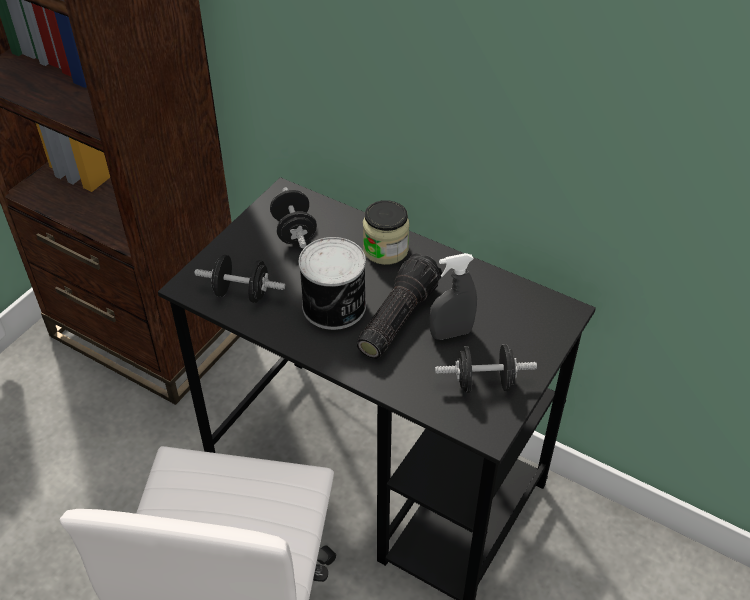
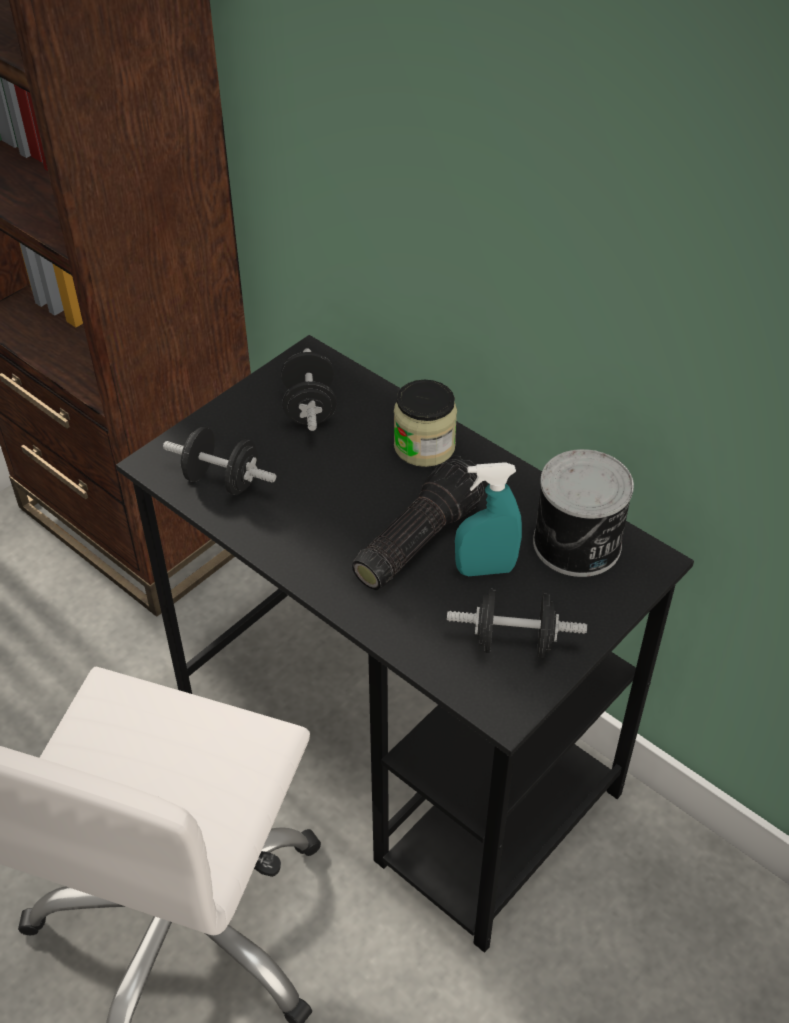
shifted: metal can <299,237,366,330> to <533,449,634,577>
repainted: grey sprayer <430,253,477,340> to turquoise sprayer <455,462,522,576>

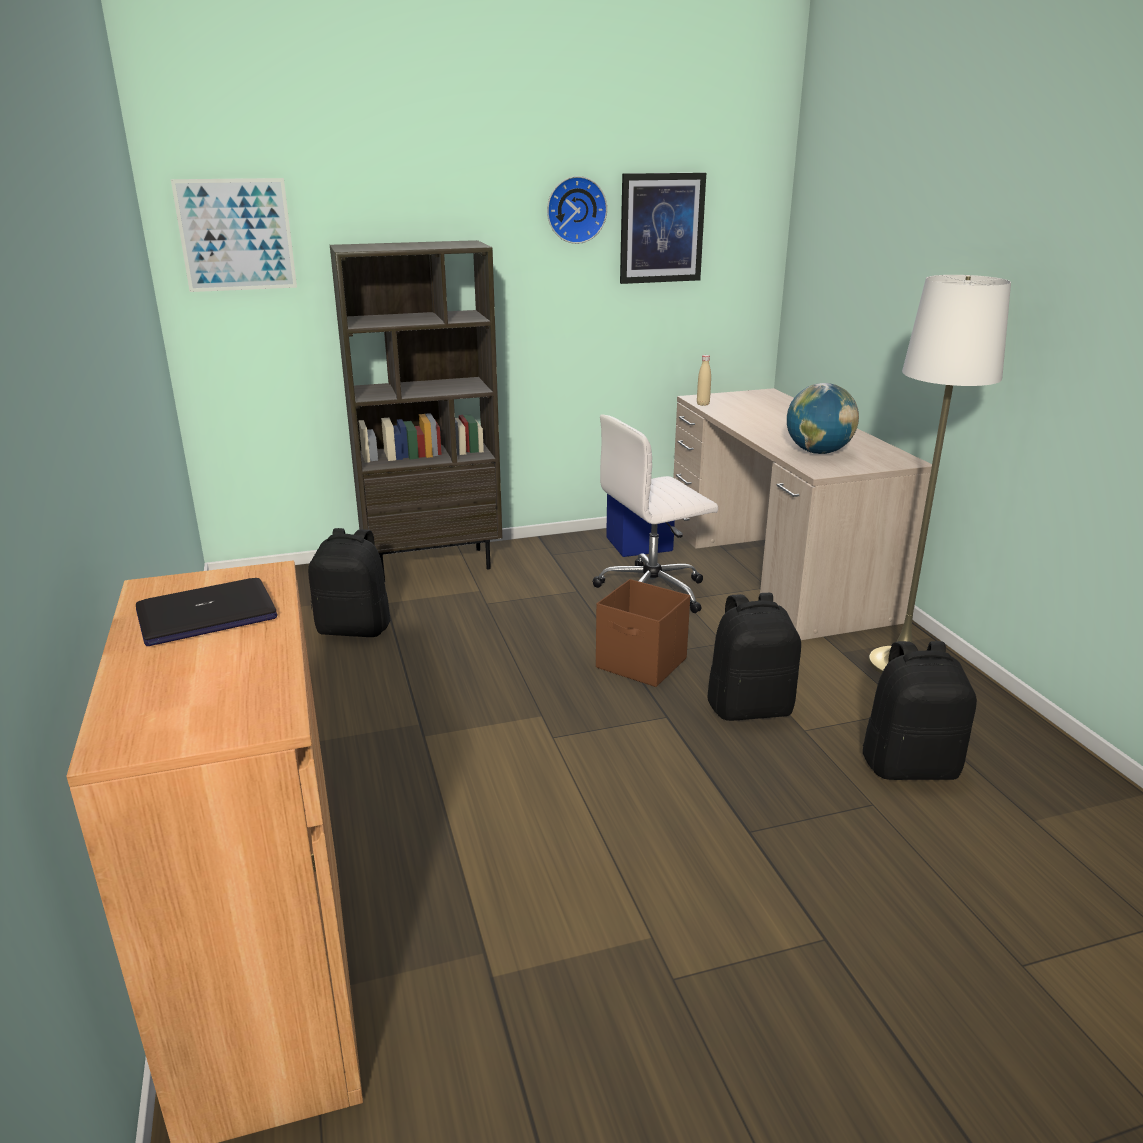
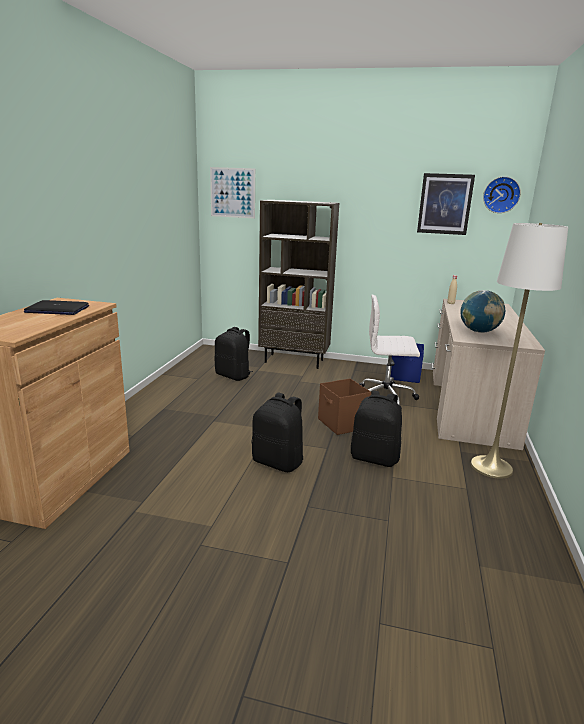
shifted: clock on the wall <547,176,607,244> to <483,176,521,213>; blackish knapsack <863,641,977,780> to <251,393,303,472>

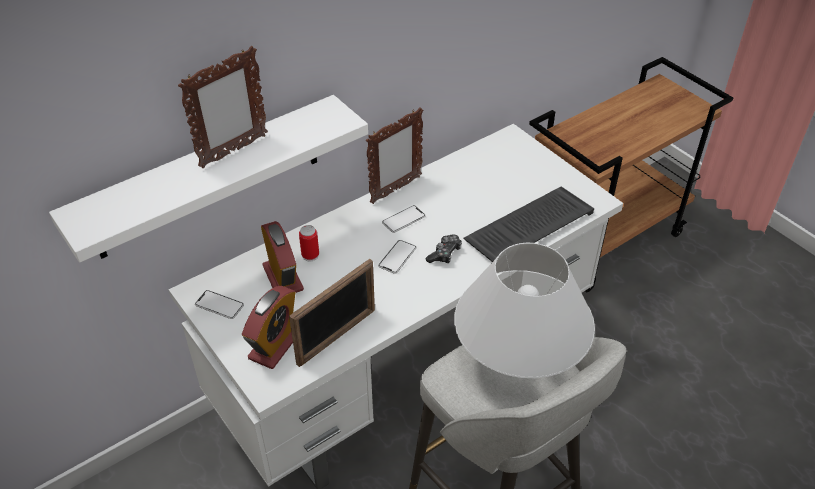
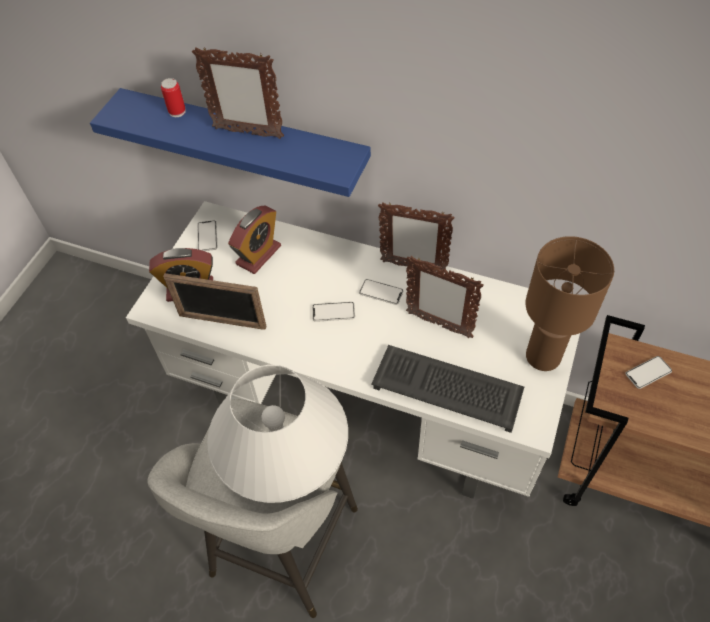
gone: joypad <426,234,462,263>
new: photo frame <406,256,484,338>; brownish lamp for a table <525,236,614,371>; handset <625,356,672,389>
shifted: metal can <299,225,319,261> to <161,78,186,117>
repainted: white-coloured shelf <49,95,368,263> to bluish shelf <90,88,371,197>

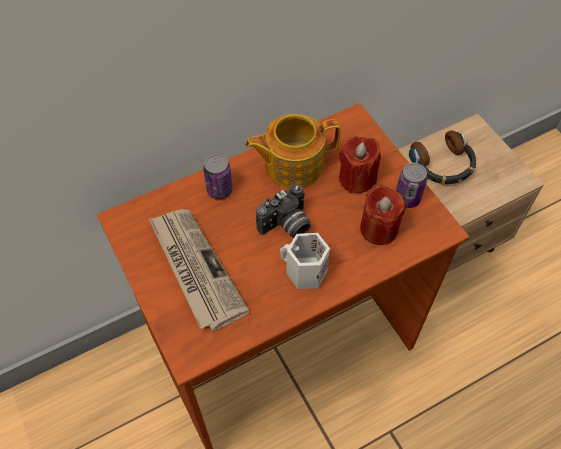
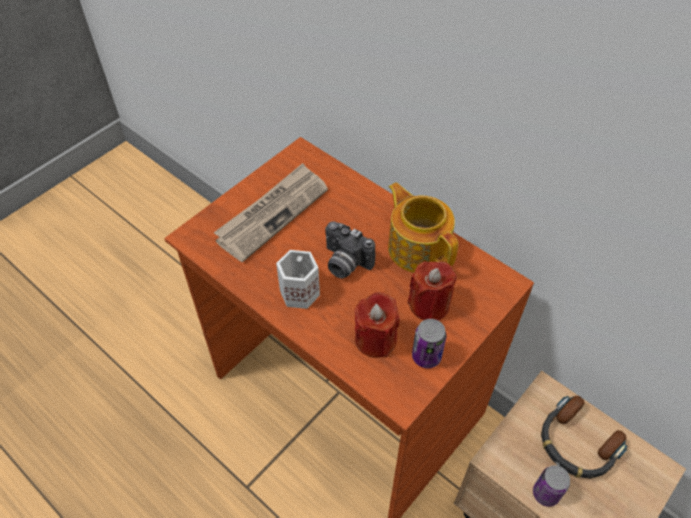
shifted: metal can <203,154,233,199> to <533,465,570,507>

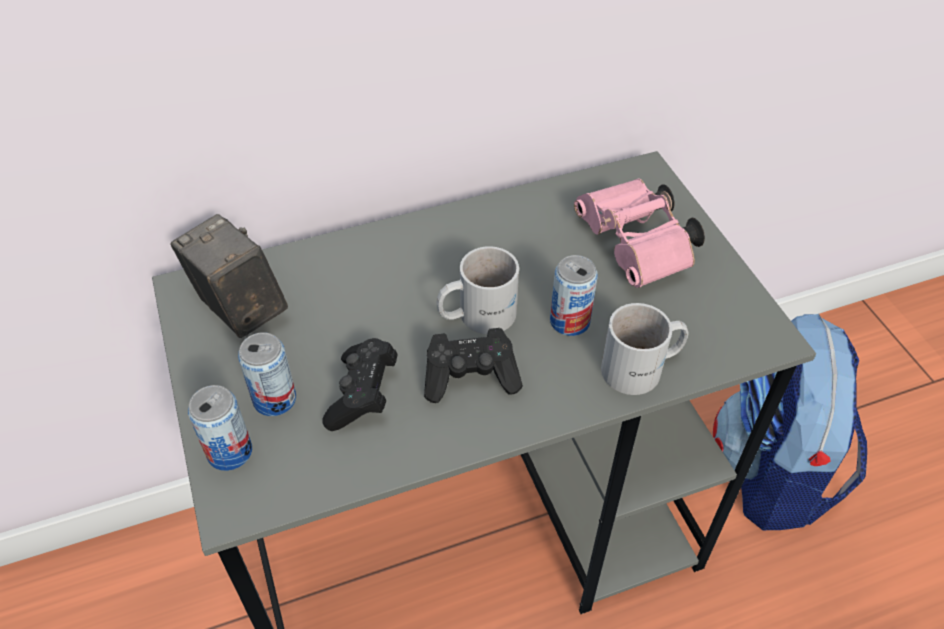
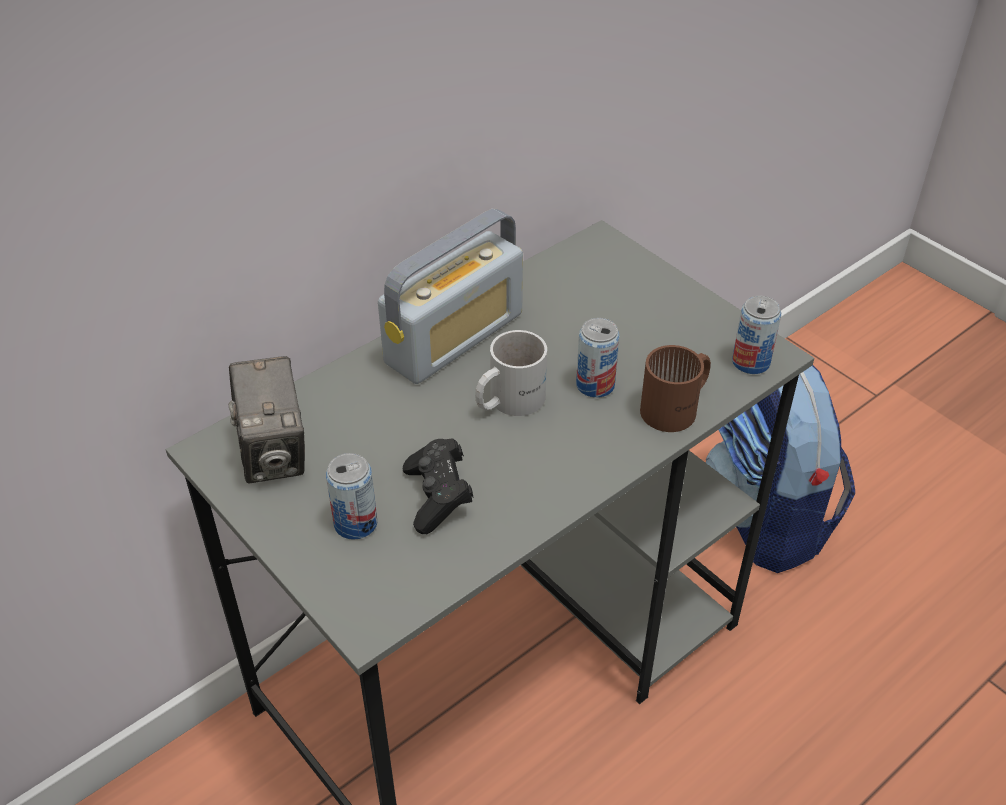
gone: blackish joypad <424,328,523,403>; pink binoculars <574,178,705,288>
new: radio receiver <378,208,523,384>
shifted: metal can <188,385,252,471> to <732,296,781,374>
repainted: white-coloured mug <601,303,689,395> to brownish mug <640,345,711,432>
rotated: still camera <170,214,288,338> = <229,356,305,483> 135 degrees counterclockwise

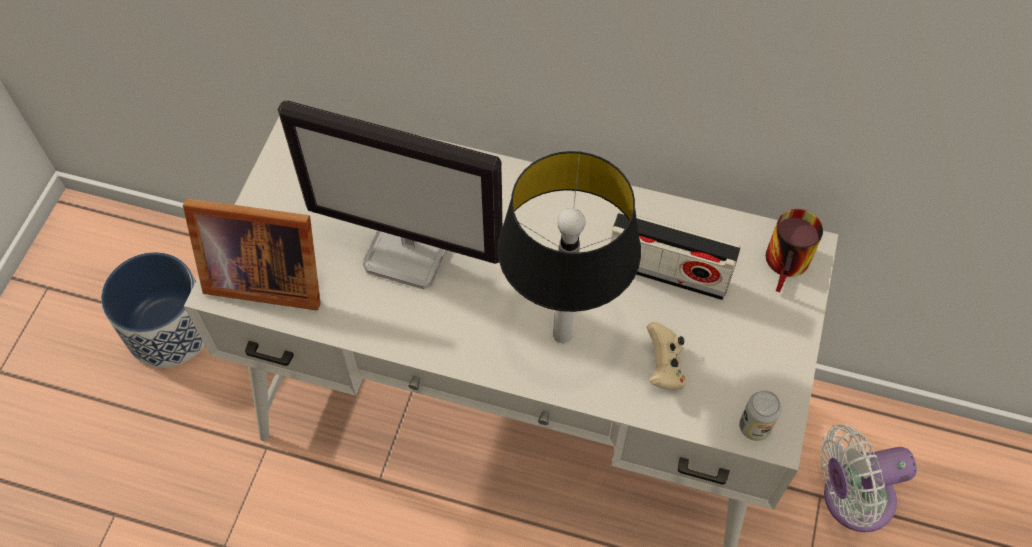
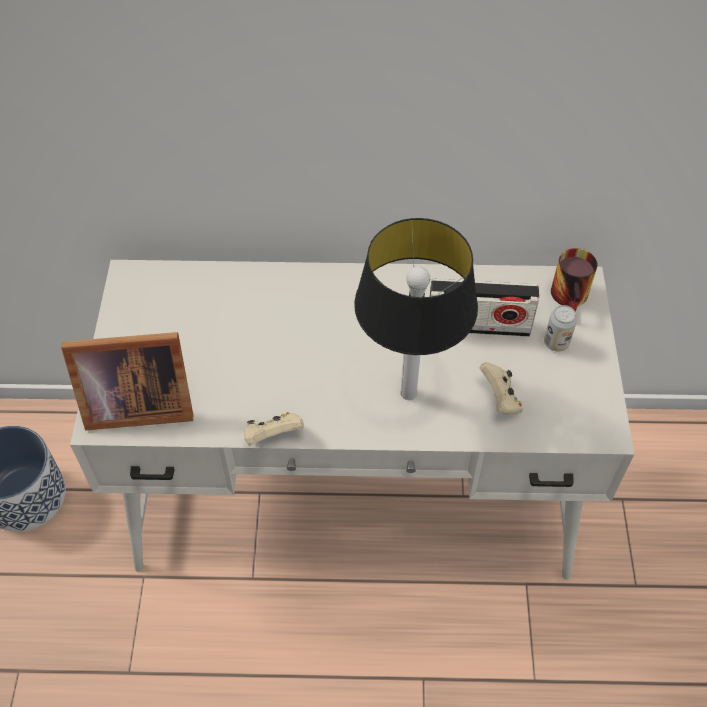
gone: computer screen <278,100,503,289>; white-coloured fan <821,424,917,532>
new: sand-coloured joypad <244,412,304,445>
shifted: metal can <739,391,782,441> to <544,305,577,351>

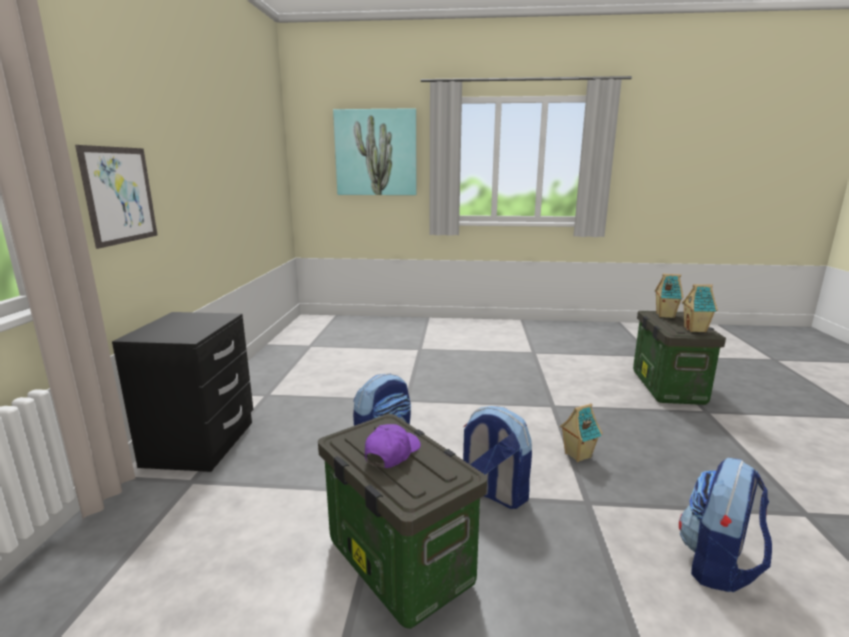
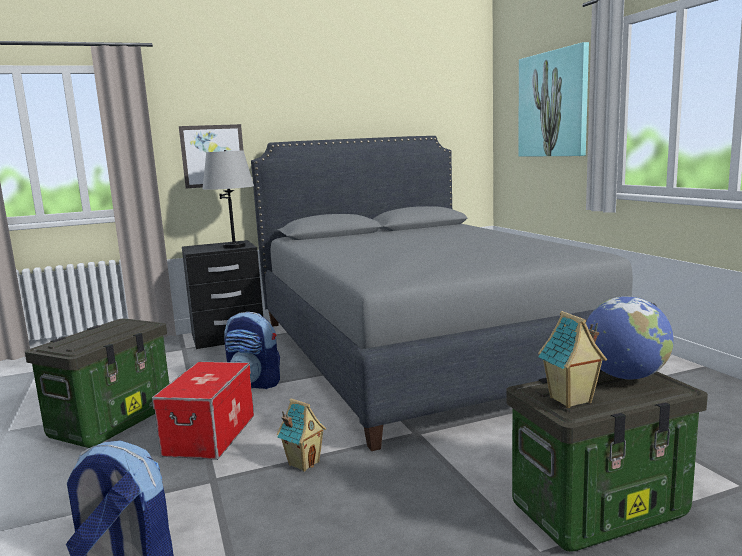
gone: purplish cap <365,424,421,468>
new: grey lamp for a table <203,150,254,249>; grey bed <251,136,657,451>
swapped: knapsack <463,406,532,509> to storage container <152,362,254,460>; miniature house <655,274,683,318> to globe <586,296,674,380>

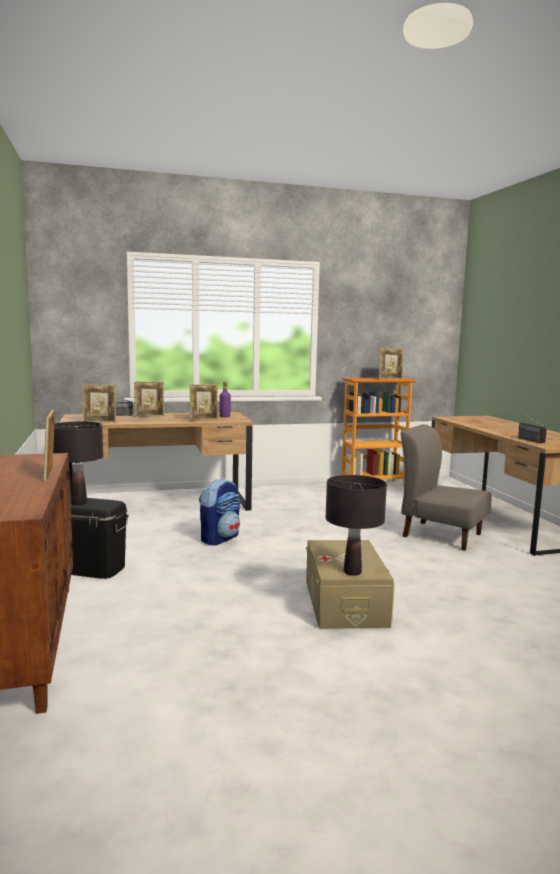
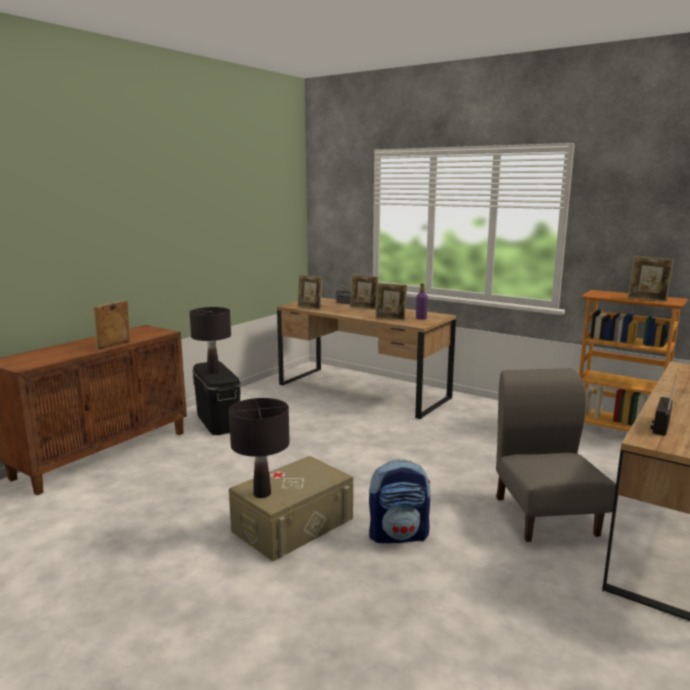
shifted: knapsack <199,478,241,545> to <369,459,430,543>

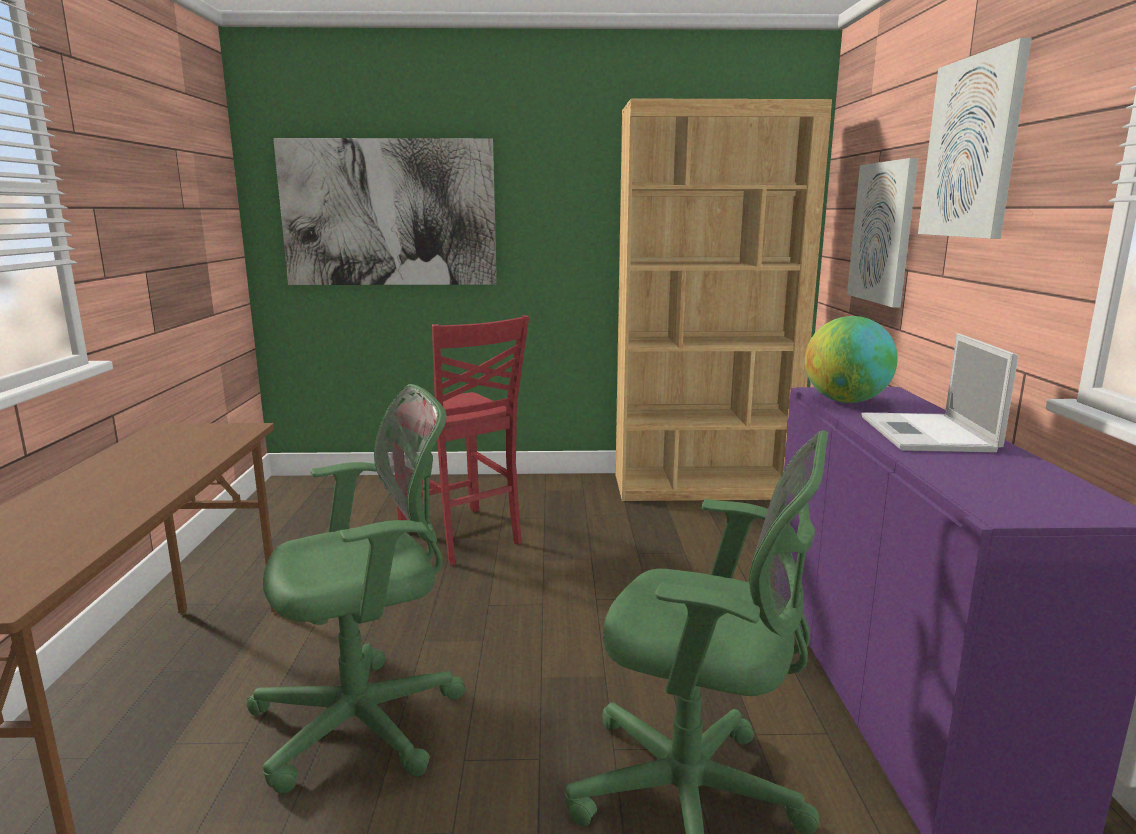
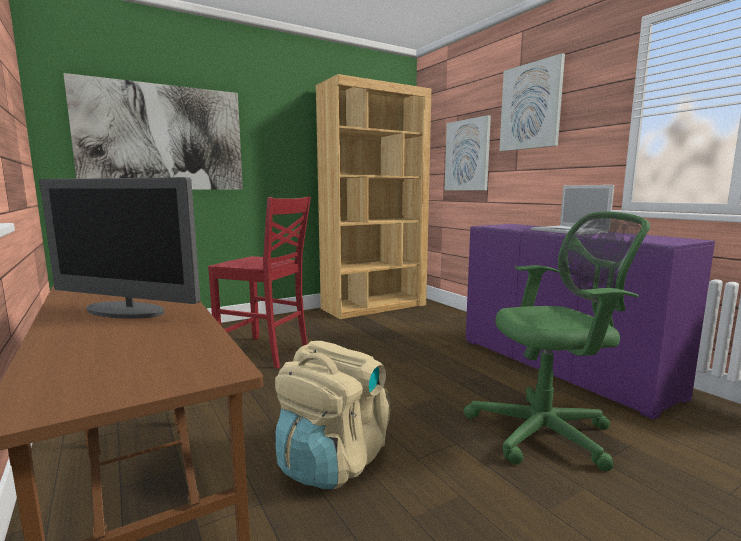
gone: globe <805,316,898,403>
new: computer screen <39,177,200,319>
swapped: green office chair <246,384,465,793> to sand-coloured knapsack <275,341,390,489>

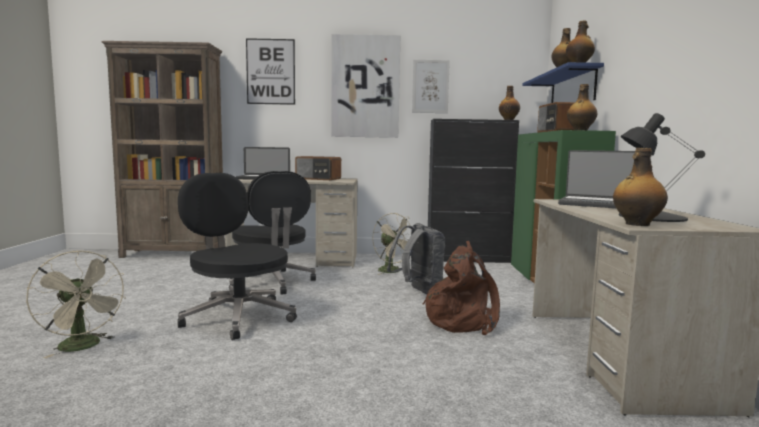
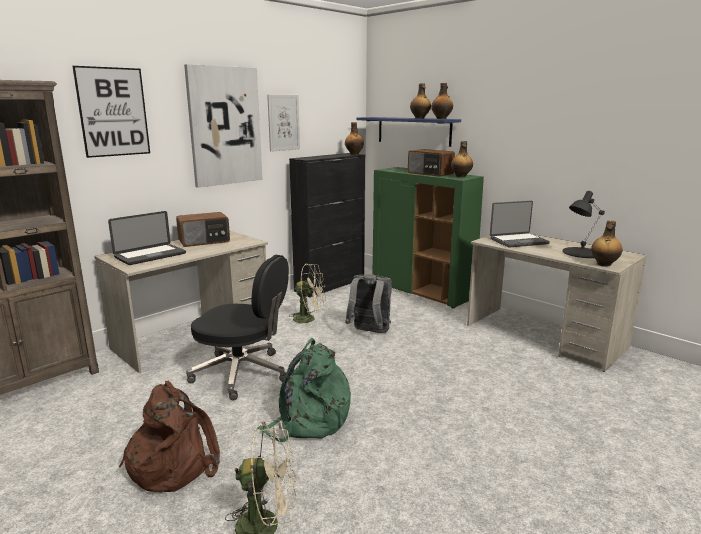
shifted: brownish knapsack <423,241,500,335> to <119,381,220,493>
swapped: blackish office chair <177,173,297,340> to green knapsack <257,338,351,442>

